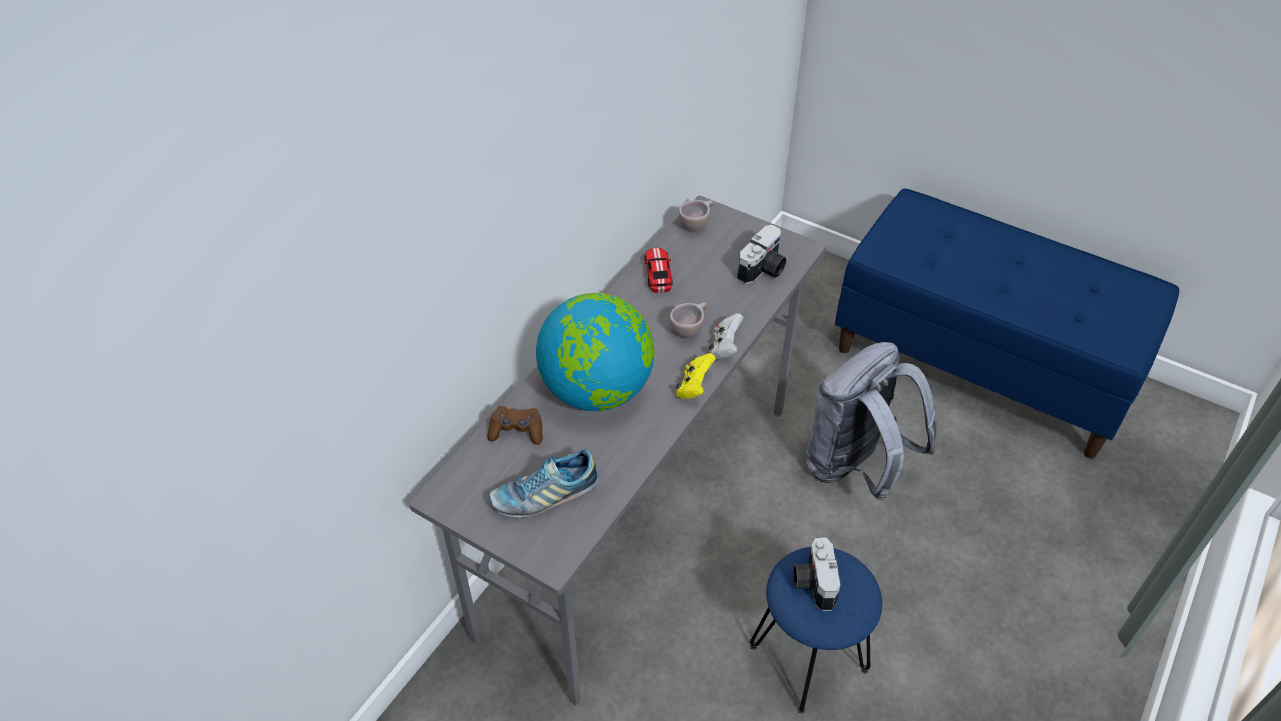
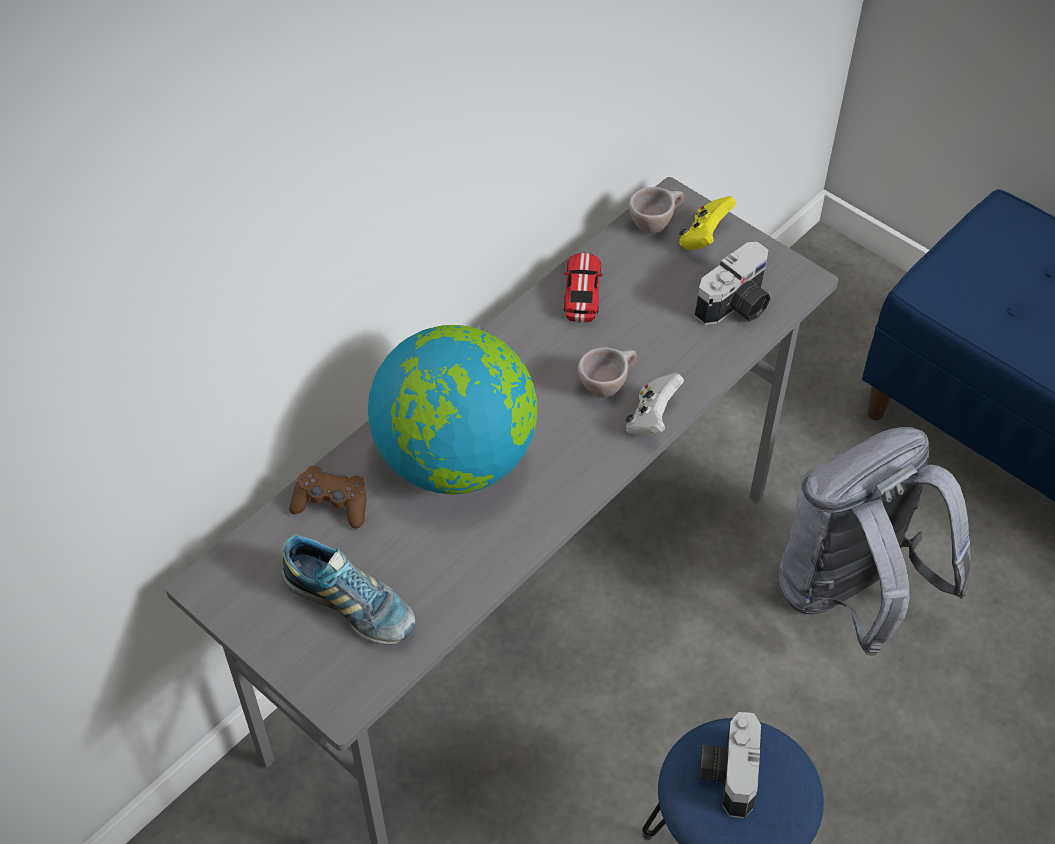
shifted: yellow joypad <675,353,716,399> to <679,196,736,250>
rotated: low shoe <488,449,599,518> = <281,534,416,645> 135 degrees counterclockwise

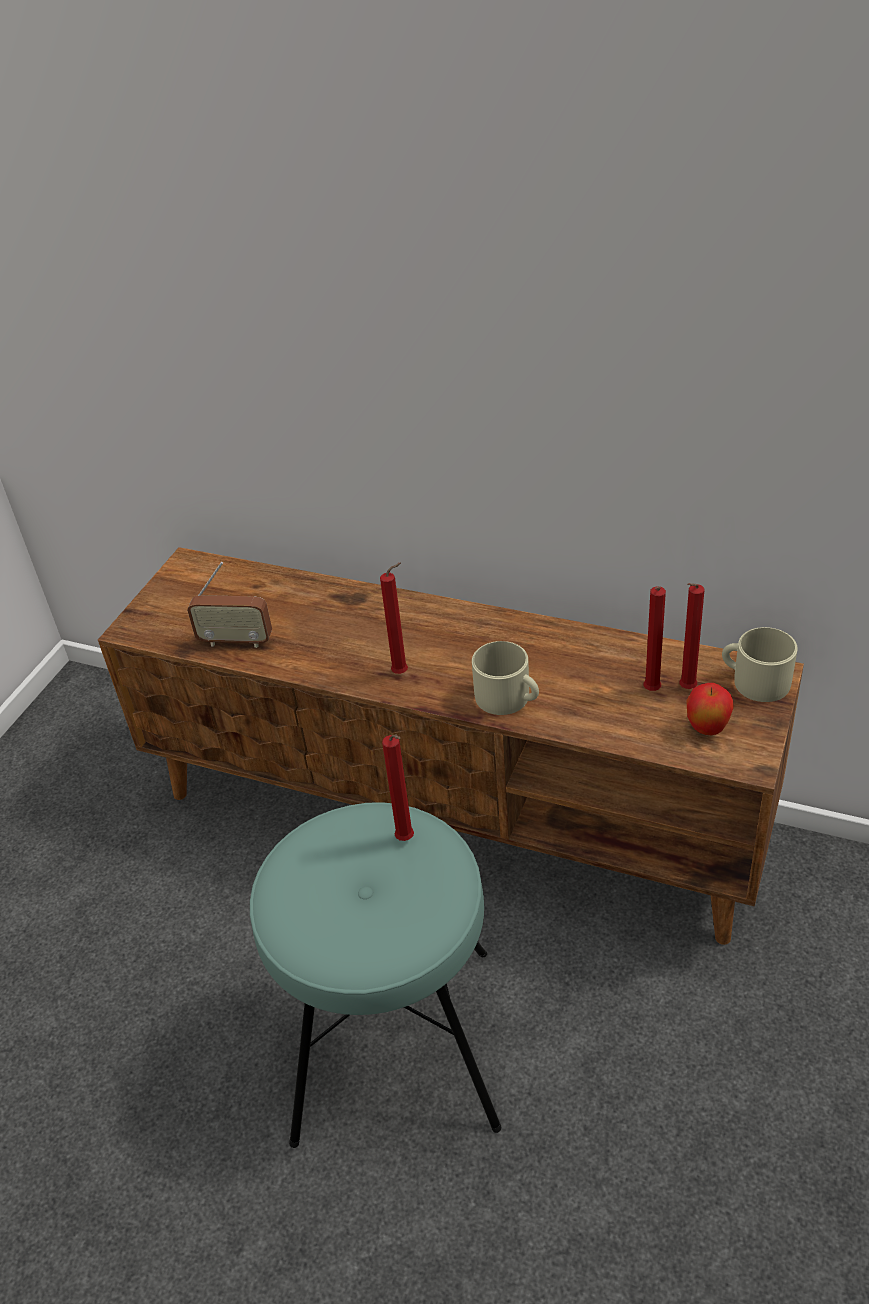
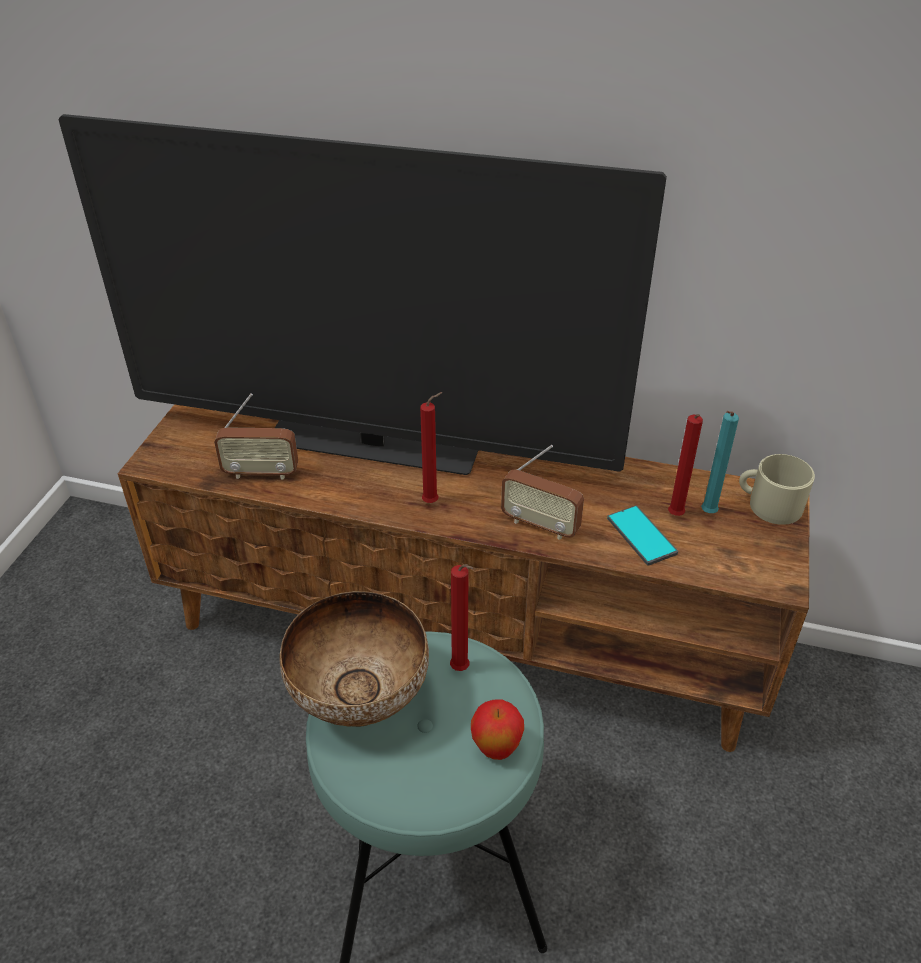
new: TV set <58,114,667,475>; bowl <279,591,429,727>; handset <607,505,678,566>
shifted: whole apple <686,683,734,735> to <471,700,524,760>
swapped: sand-coloured mug <472,641,539,715> to radio receiver <501,445,584,540>
repainted: red wax light <680,583,704,689> to turquoise wax light <701,411,739,513>

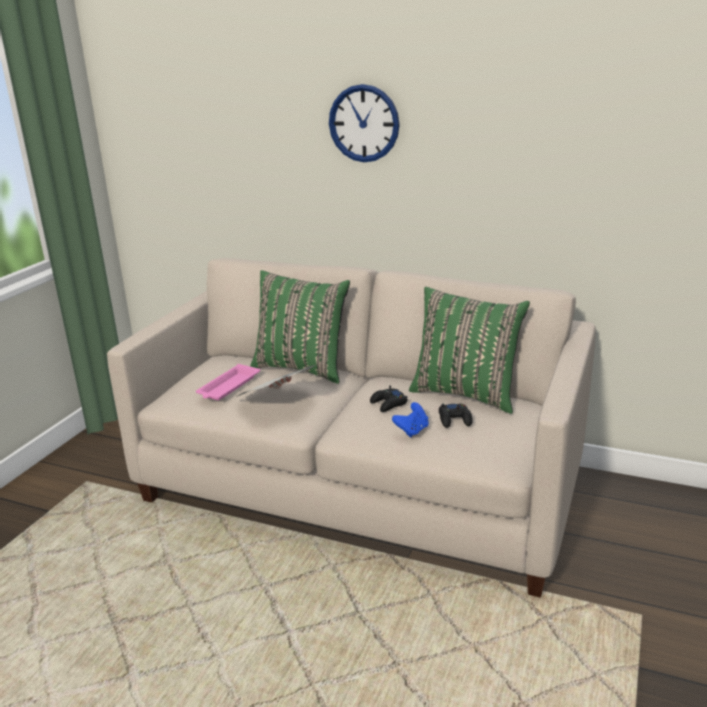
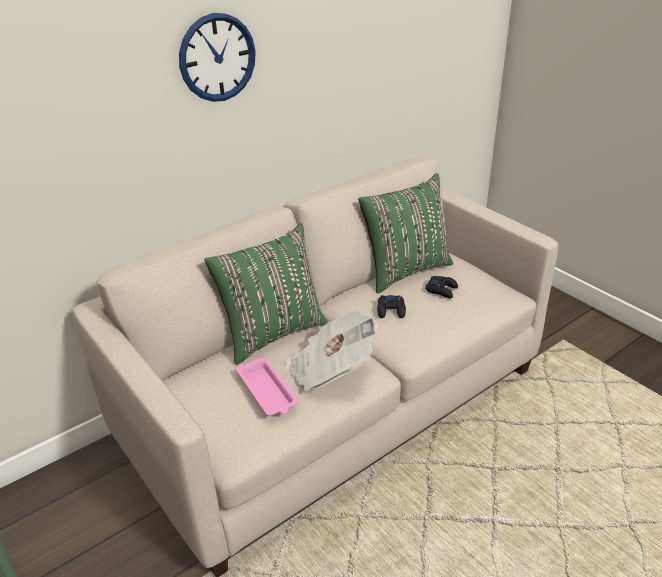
gone: bluish joypad <392,402,429,437>

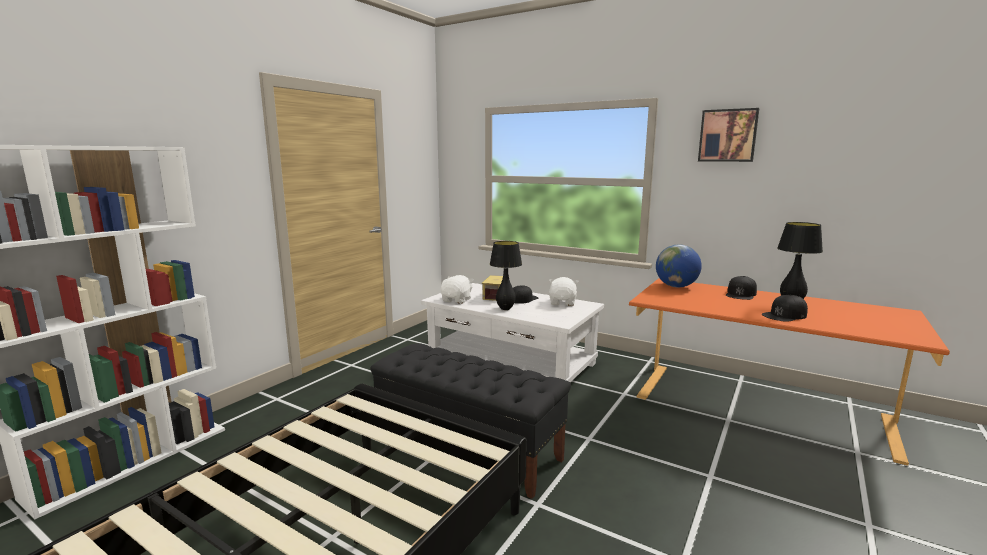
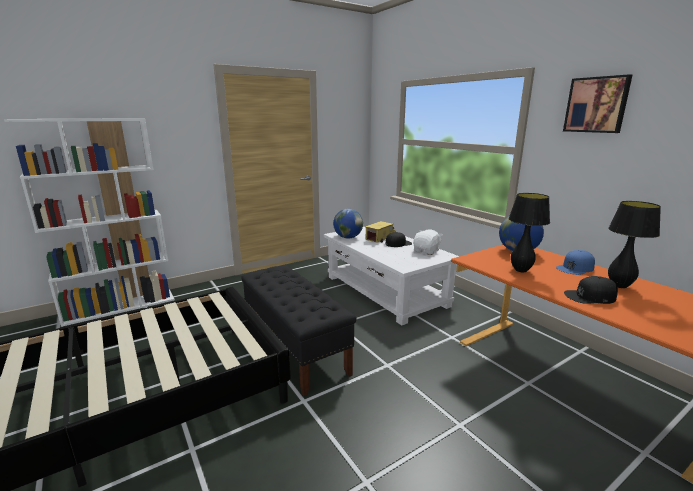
shifted: blackish lamp for a table <490,241,522,310> to <509,193,550,272>
swapped: white-coloured cuddly toy <441,275,474,304> to globe <333,209,363,238>
repainted: blackish cap <726,276,757,300> to bluish cap <556,250,595,275>

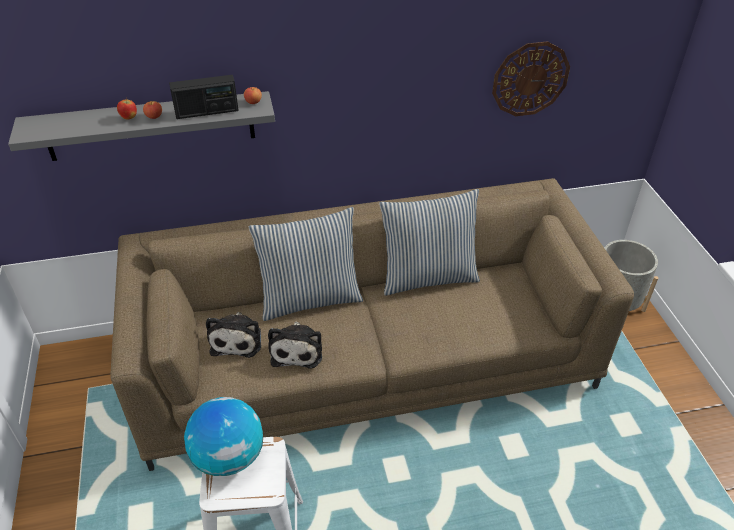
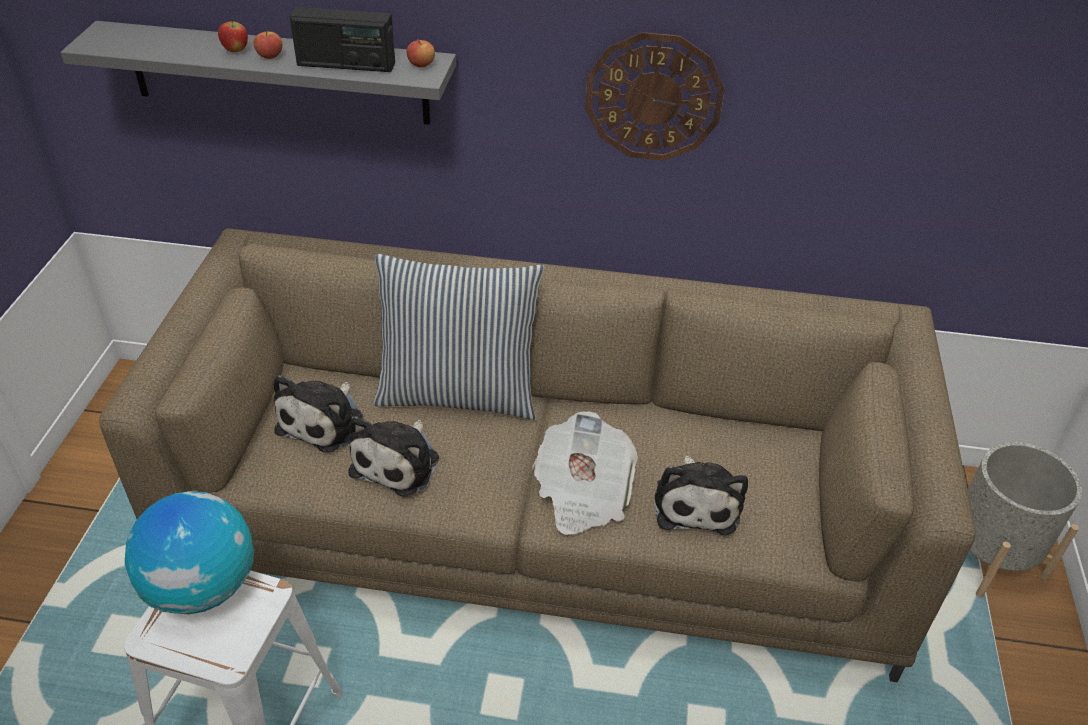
gone: pillow <379,189,480,296>
new: newspaper <533,411,638,535>; cuddly toy <654,456,748,535>
shifted: clock on the wall <492,41,570,116> to <585,32,725,161>

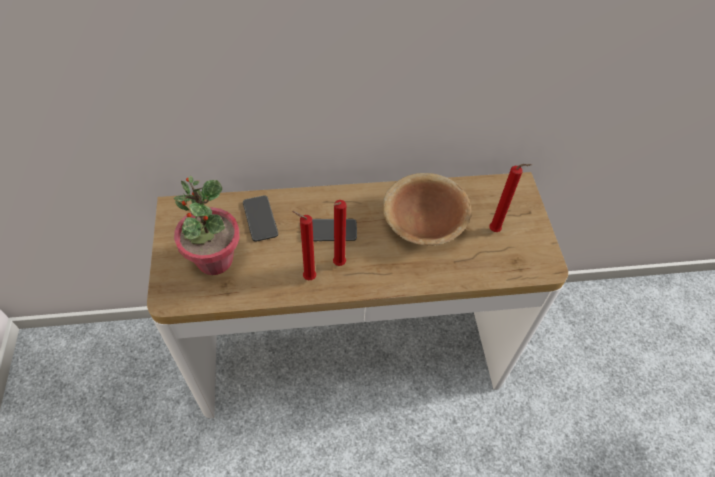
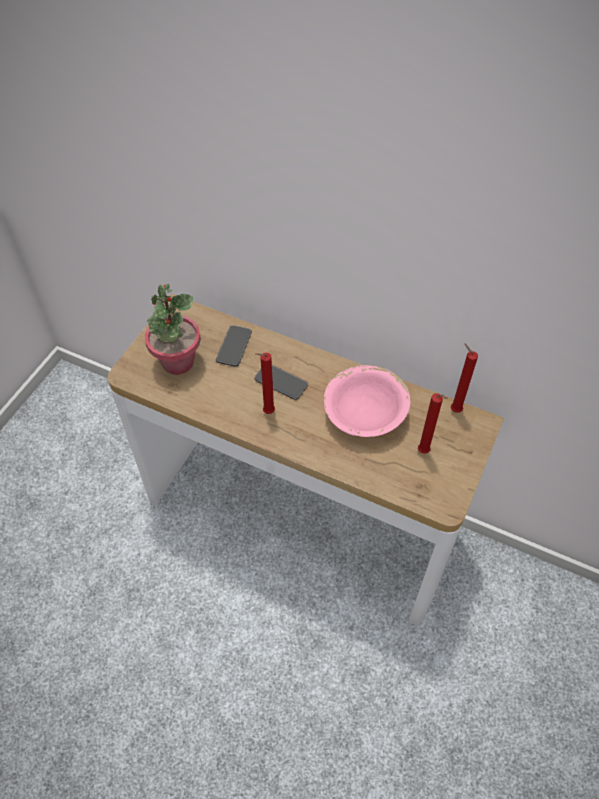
shifted: red wax light <292,211,316,281> to <451,343,478,413>
repainted: brownish bowl <383,173,471,246> to pink bowl <324,365,410,437>

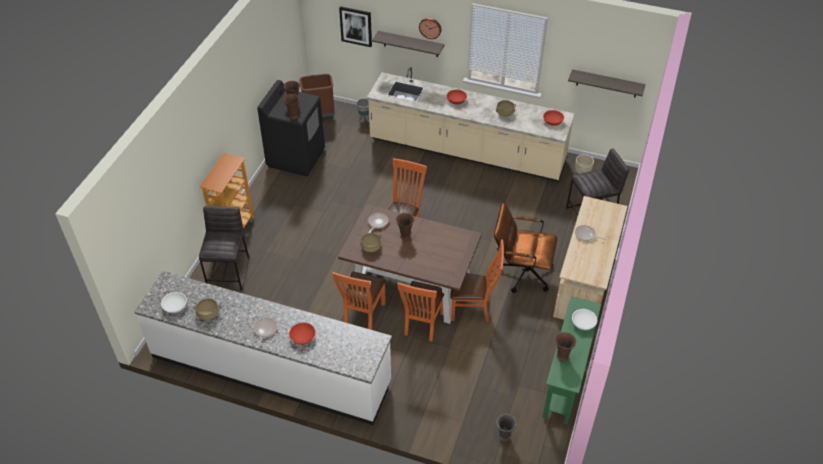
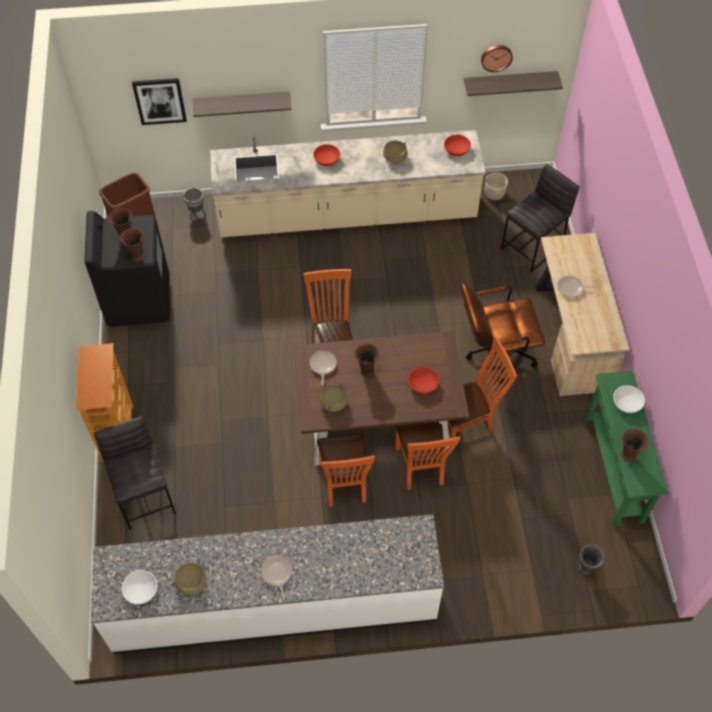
shifted: red bowl <289,322,316,345> to <408,367,439,394>; clock on the wall <419,18,442,39> to <481,45,513,72>

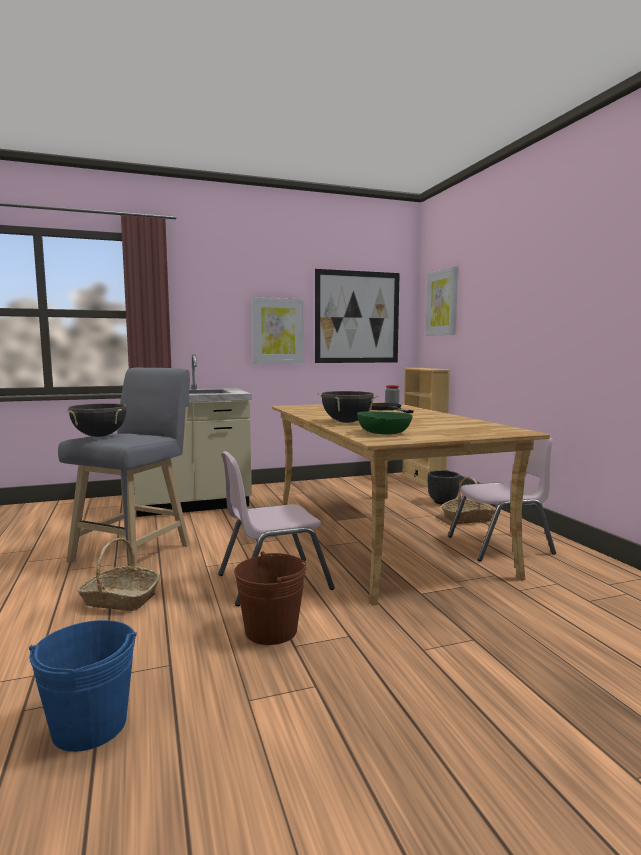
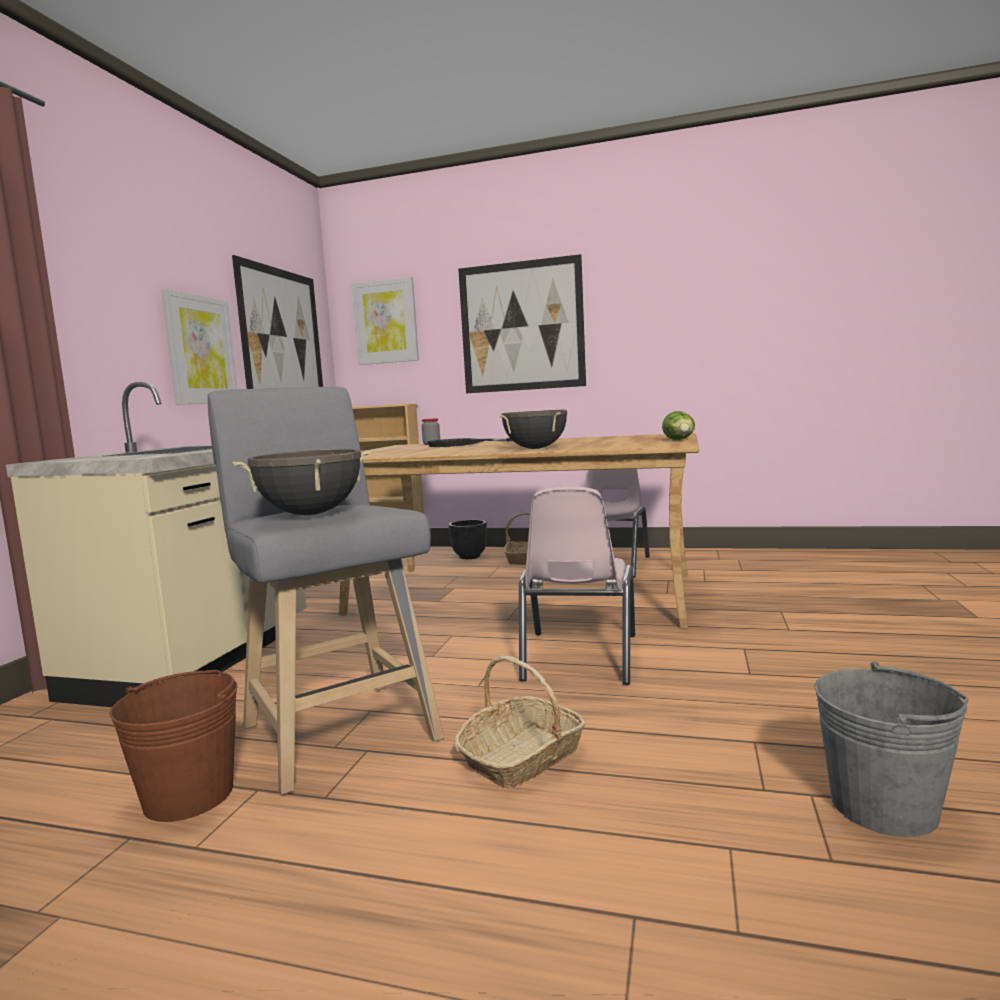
gone: green bowl <357,411,413,435>
new: wall art <458,254,586,393>; lettuce head <662,411,695,440>
shifted: brownish pail <234,552,306,645> to <109,670,238,822>
repainted: bluish pail <29,620,137,752> to grey pail <815,662,968,837>

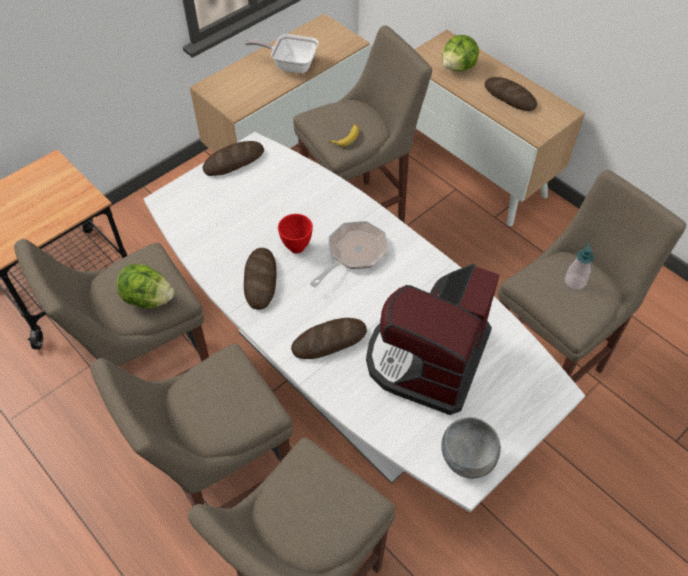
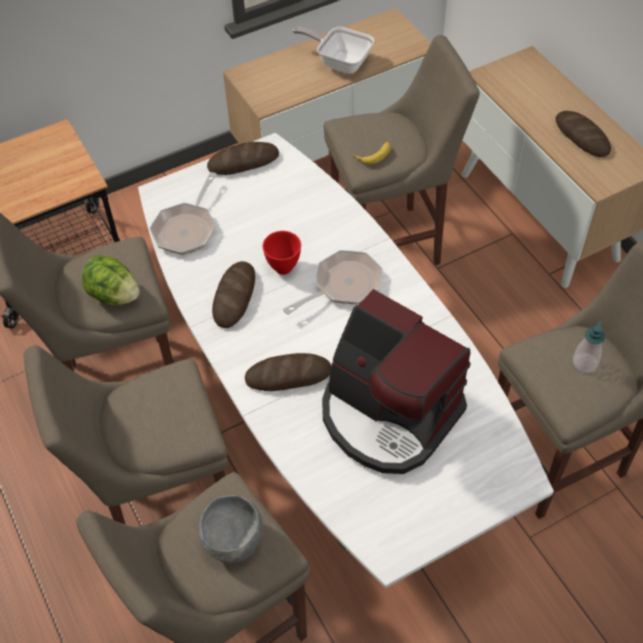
gone: lettuce head <442,35,479,71>
new: frying pan <149,172,217,255>
shifted: grey bowl <441,417,501,479> to <199,495,263,563>
rotated: coffee maker <366,264,500,415> = <322,289,471,474> 90 degrees counterclockwise

